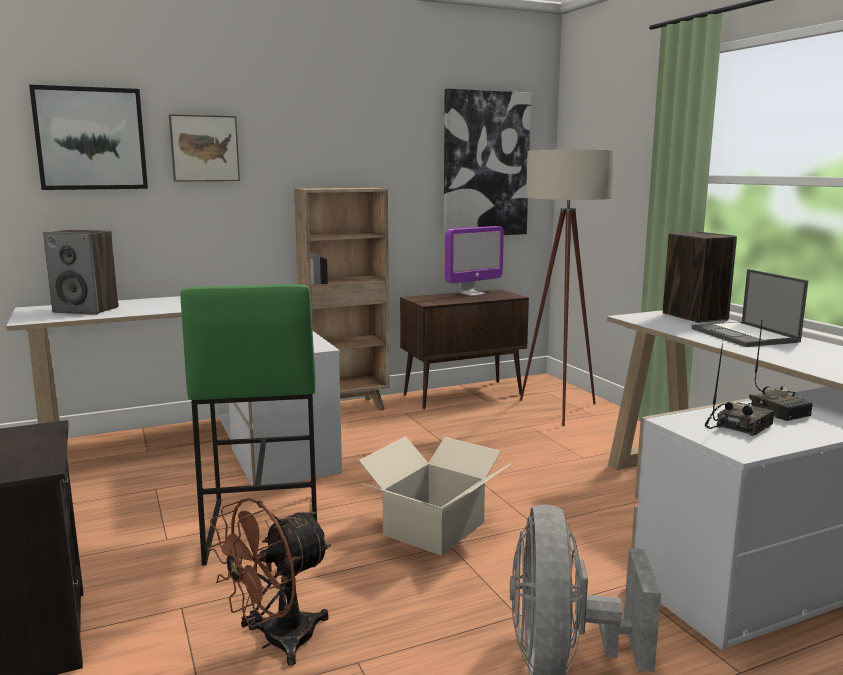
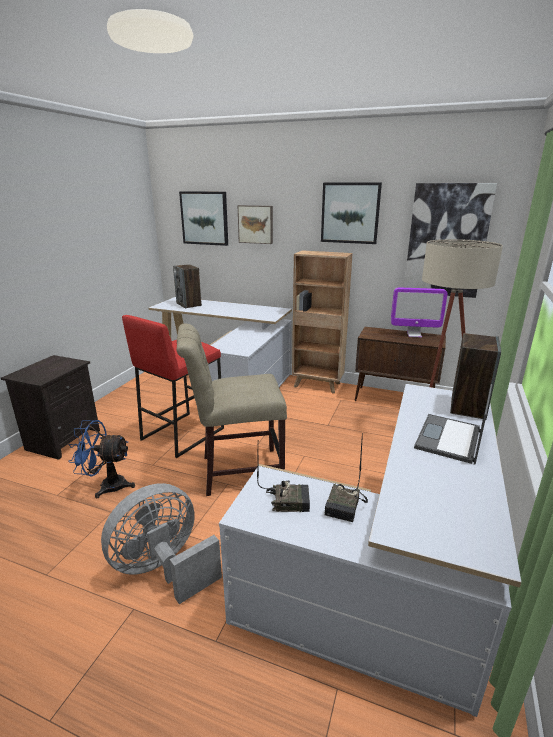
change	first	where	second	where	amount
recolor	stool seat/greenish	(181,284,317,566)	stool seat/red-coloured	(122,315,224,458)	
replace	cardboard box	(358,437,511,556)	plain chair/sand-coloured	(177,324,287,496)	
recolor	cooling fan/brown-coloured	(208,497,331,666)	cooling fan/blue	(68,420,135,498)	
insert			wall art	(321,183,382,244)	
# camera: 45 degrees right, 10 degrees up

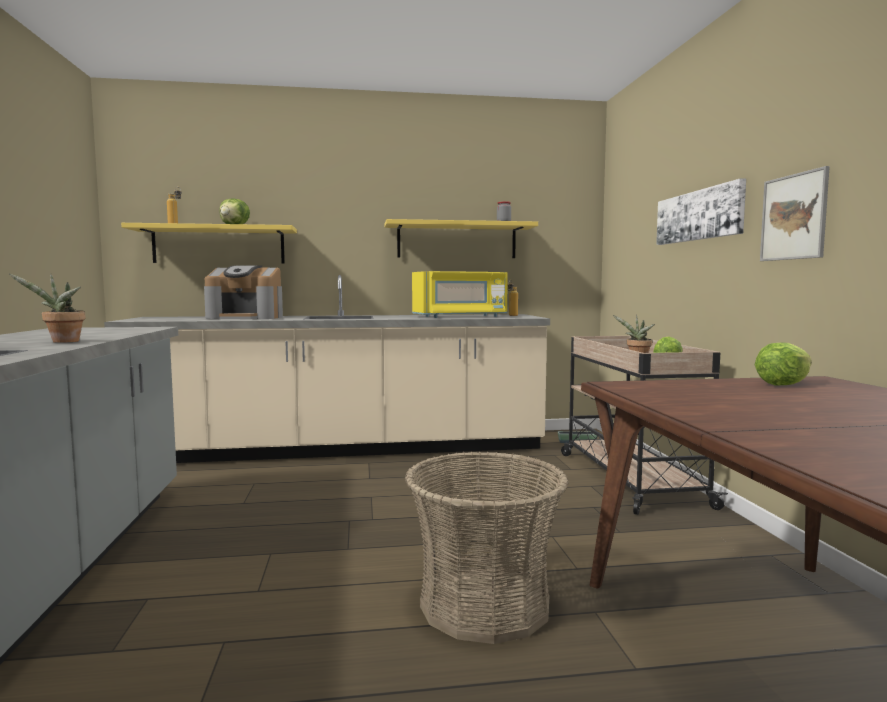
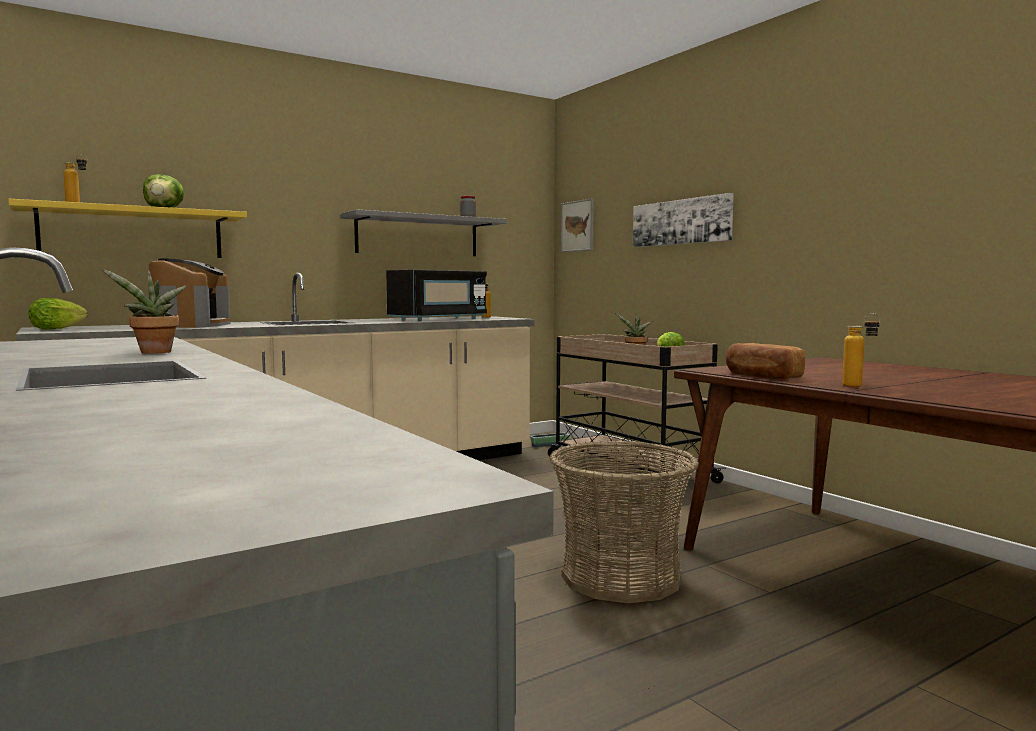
change	first	where	second	where	amount
move	wall art	(760,166,830,261)		(561,198,594,252)	
recolor	wall shelf/yellow	(385,219,538,258)	wall shelf/gray	(340,209,507,256)	
rotate	coffee maker	(204,265,283,319)		(148,259,231,328)	75 degrees counterclockwise
recolor	microwave/yellow	(412,271,508,318)	microwave/black-coloured	(386,270,487,321)	
move	lettuce head	(755,343,812,386)		(28,298,88,330)	
insert			drink bottle	(842,313,880,387)	
insert			bread	(726,343,805,380)	
# camera: 25 degrees left, 0 degrees up

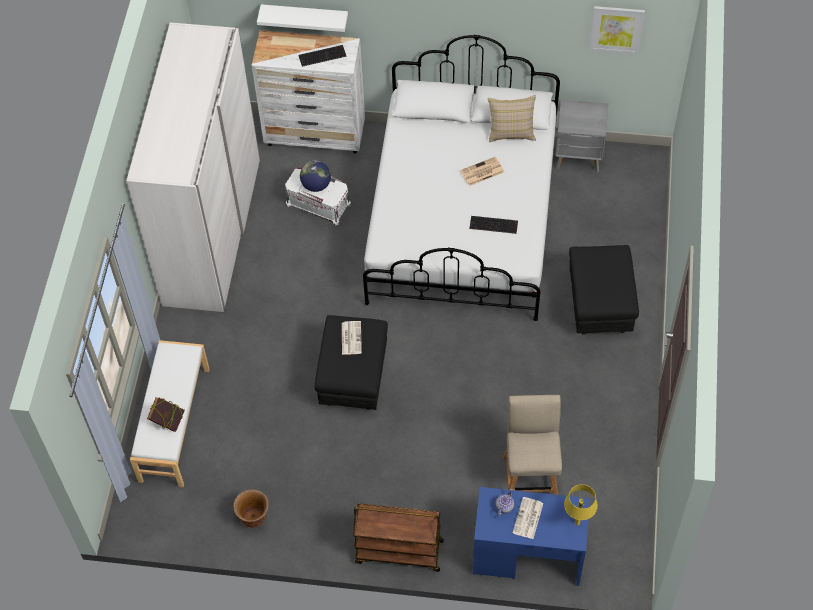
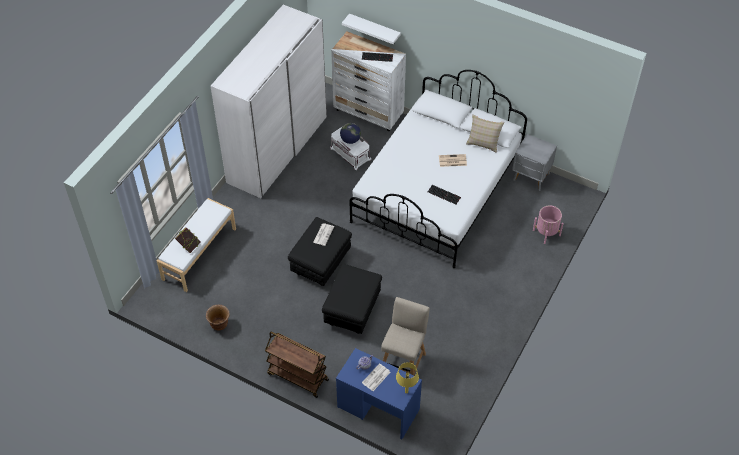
change	first	where	second	where	amount
delete	wall art	(589,6,645,54)			
move	pouffe/black-coloured	(569,245,639,335)		(322,263,382,334)	
insert			planter/pink	(533,205,564,244)	
# camera: 20 degrees right, 5 degrees down

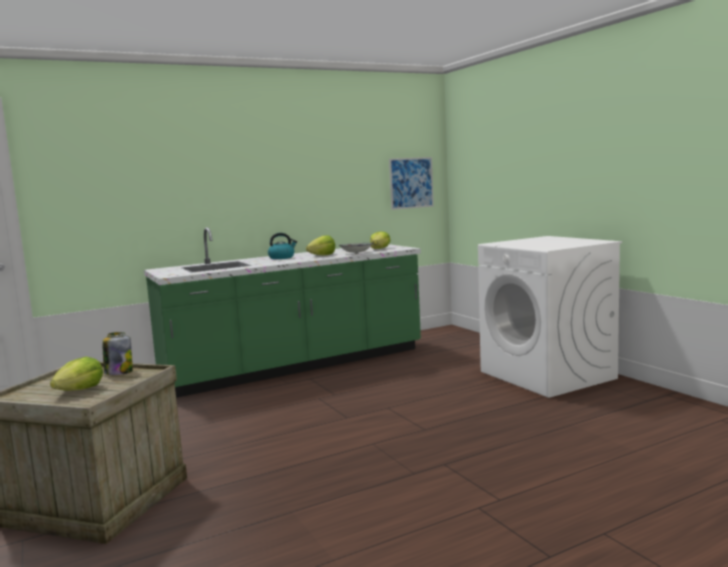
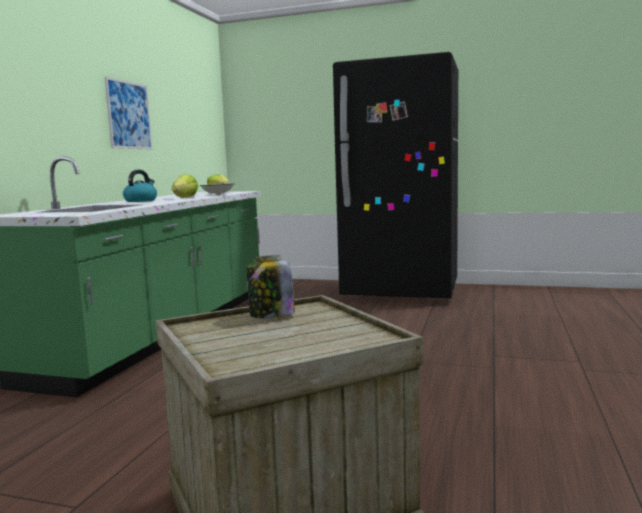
change	first	where	second	where	amount
move	wall art	(389,157,434,210)		(105,77,152,149)	
replace	laundry machine/white	(478,236,622,398)	fridge/black-coloured	(333,52,458,299)	
delete	lettuce head	(50,357,103,391)			
# camera: 45 degrees left, 0 degrees up

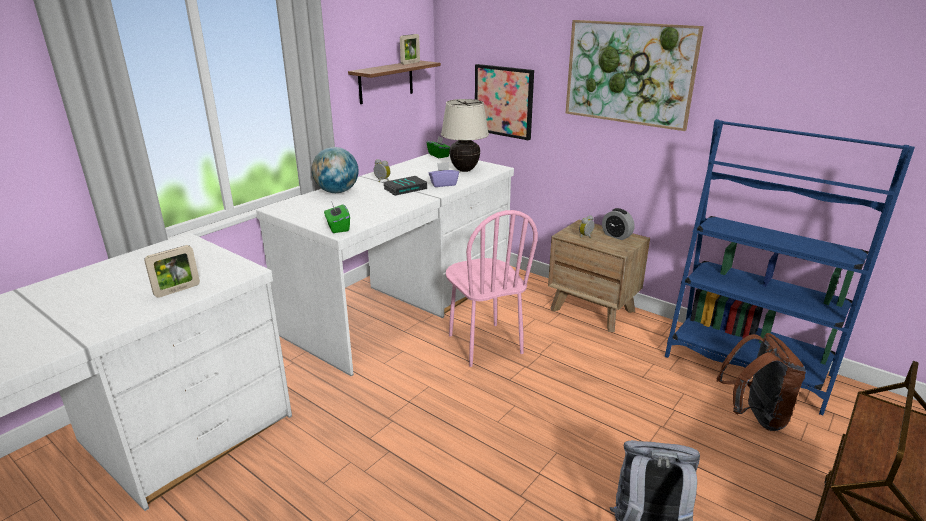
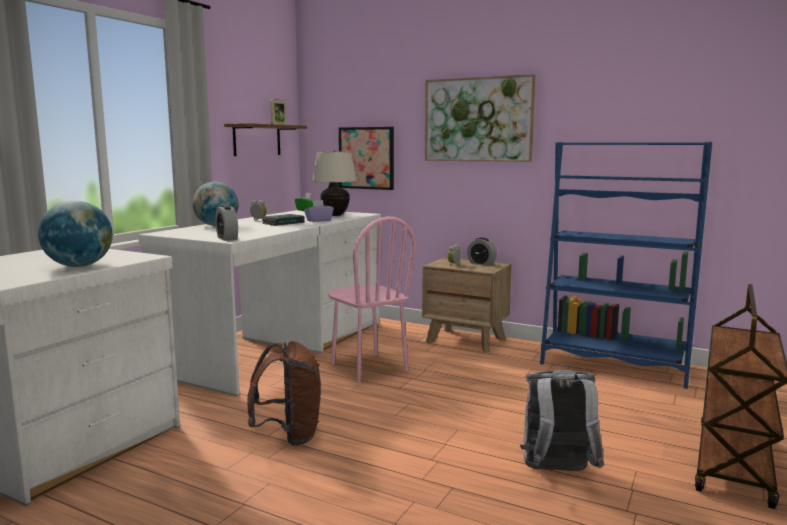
change	first	where	second	where	amount
replace	tissue holder/greenish	(324,201,350,233)	alarm clock	(215,205,238,241)	
replace	picture frame	(144,245,200,298)	world globe	(38,201,113,267)	
move	rucksack/brown-coloured	(717,333,806,431)		(247,341,321,446)	
# camera: 10 degrees left, 15 degrees down

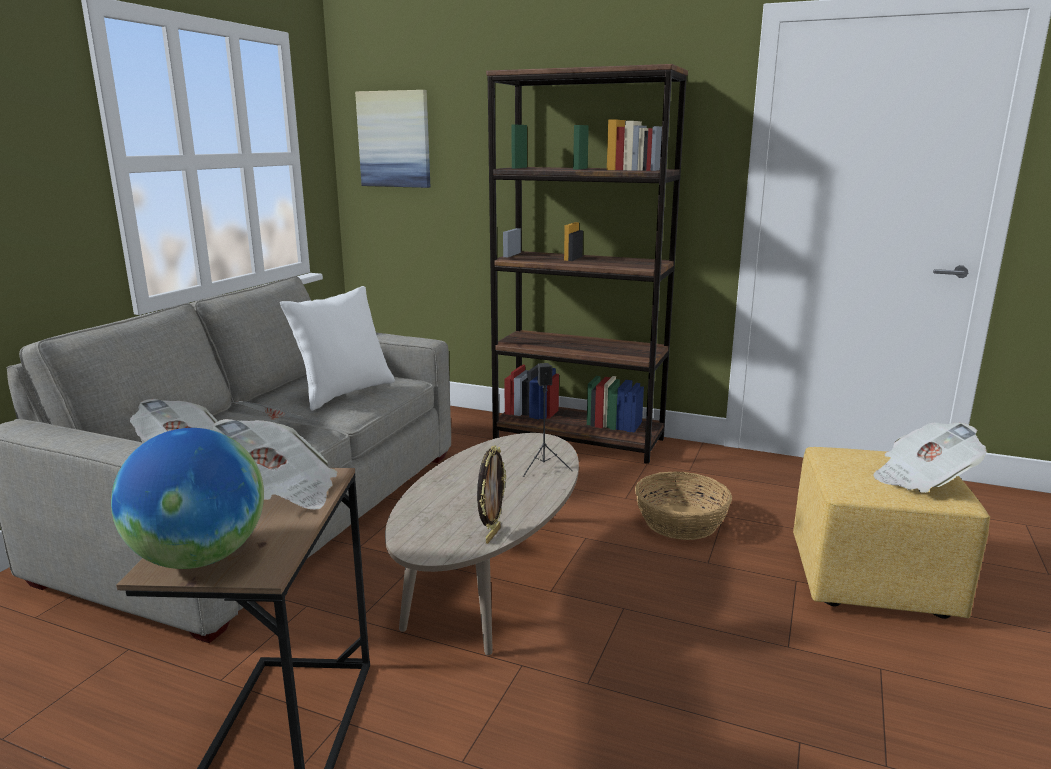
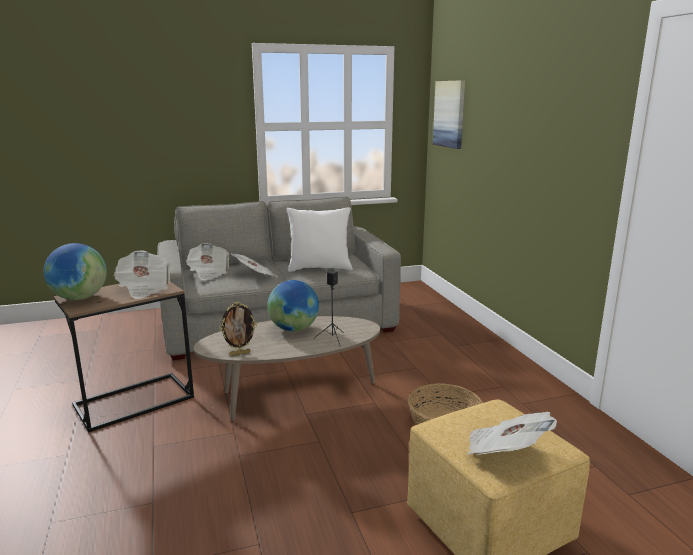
change	first	where	second	where	amount
delete	bookcase/brown-coloured	(486,64,688,464)			
insert			world globe	(267,280,319,332)	
# camera: 50 degrees right, 0 degrees up

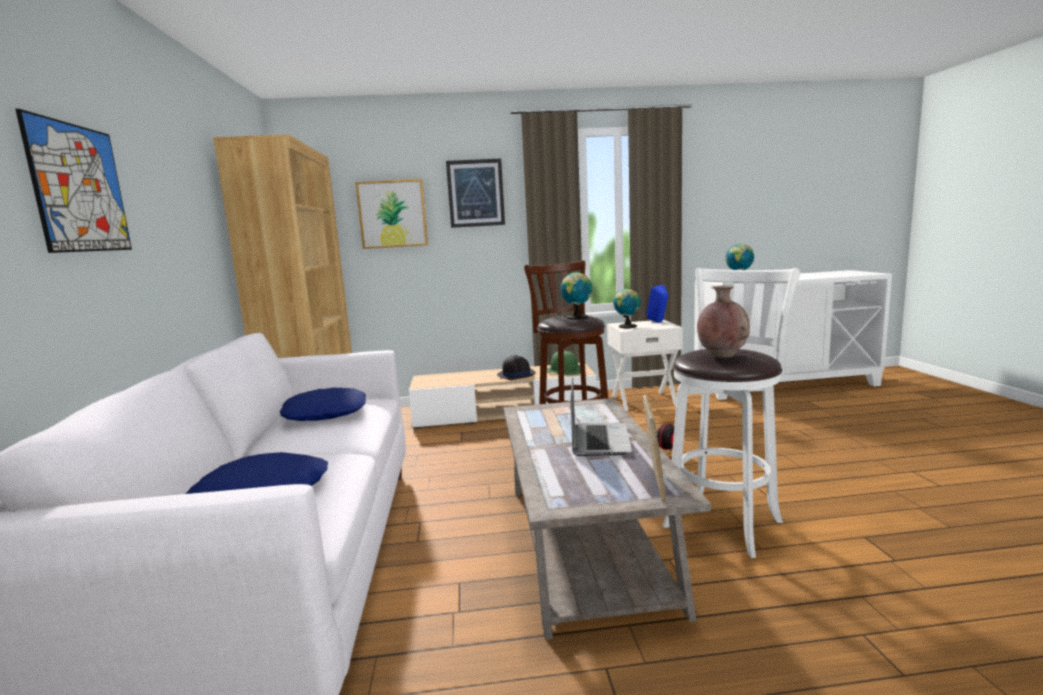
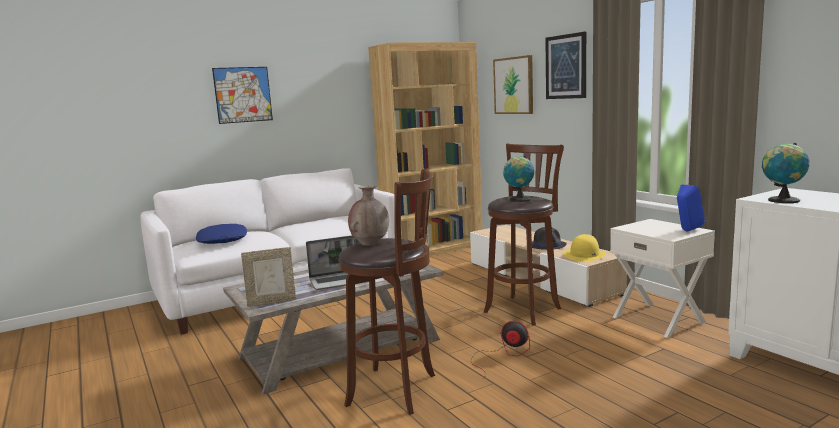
change	first	where	second	where	amount
recolor	stool seat/white	(662,268,800,558)	stool seat/brown-coloured	(338,169,435,415)	
delete	world globe	(613,288,641,328)			
recolor	hat/greenish	(547,351,581,375)	hat/yellow	(564,234,606,261)	
delete	throw pillow/blue	(280,388,366,421)			
# camera: 65 degrees right, 0 degrees up

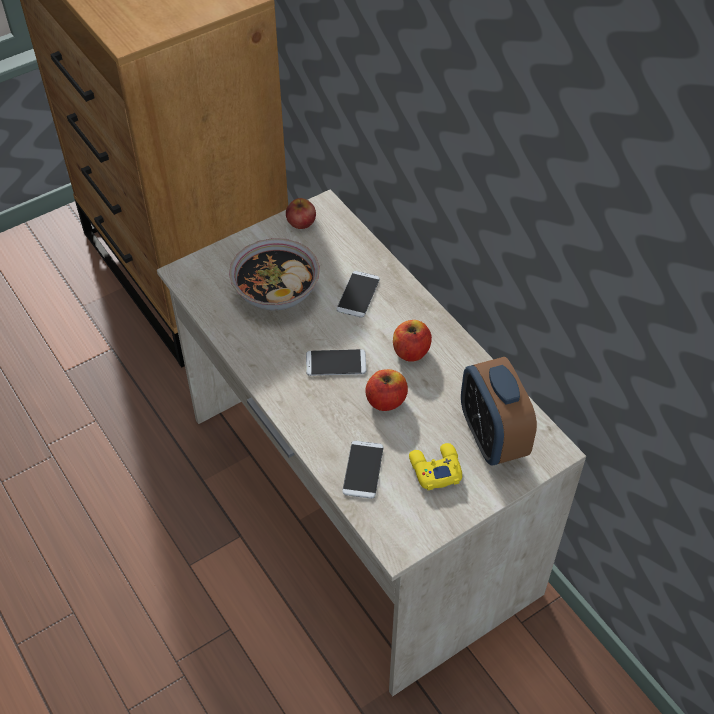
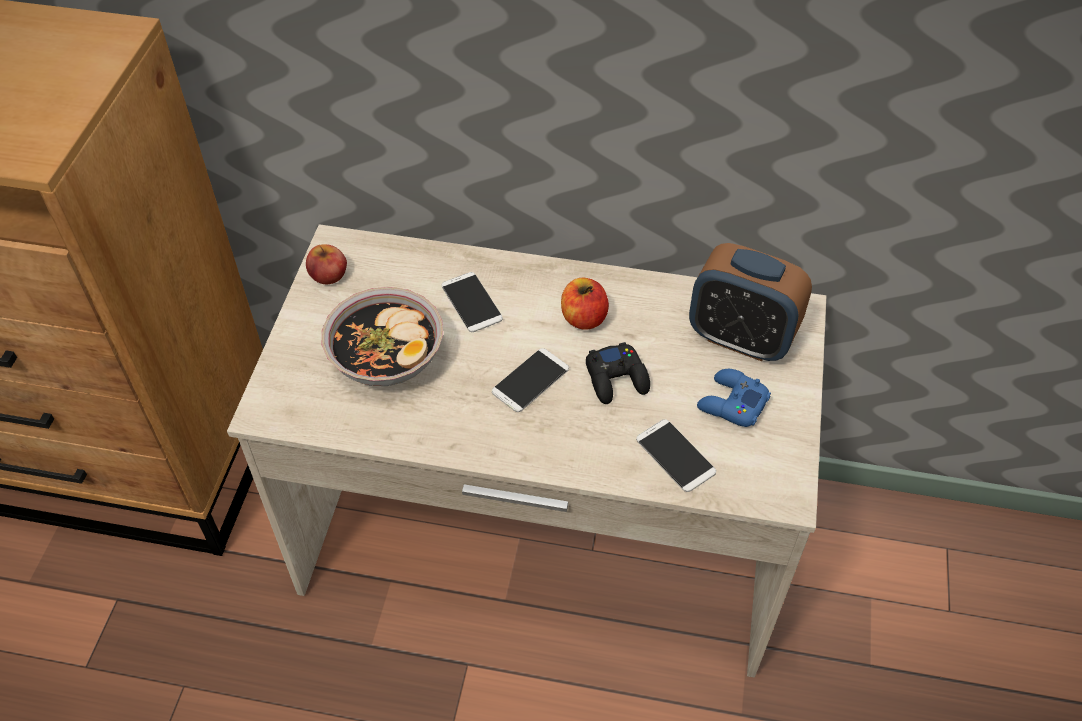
change	first	where	second	where	amount
replace	whole apple	(365,369,408,411)	game controller/black-coloured	(586,342,650,404)	
recolor	game controller/yellow	(409,443,462,490)	game controller/blue	(697,369,771,427)	
# camera: 45 degrees left, 0 degrees up

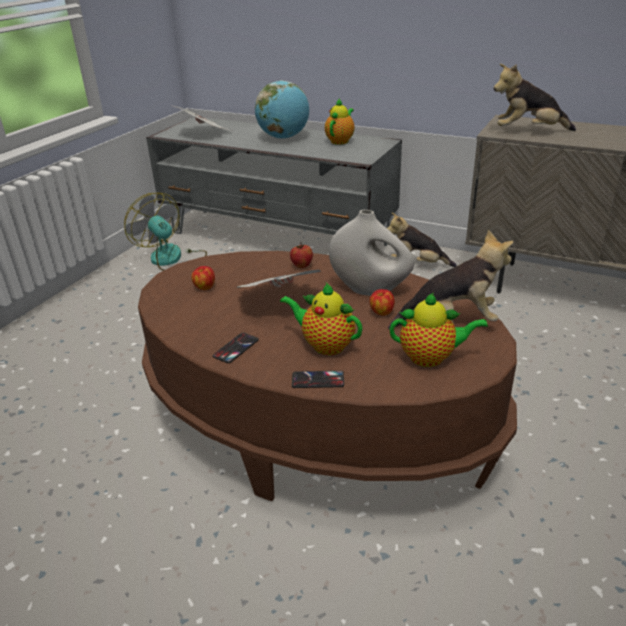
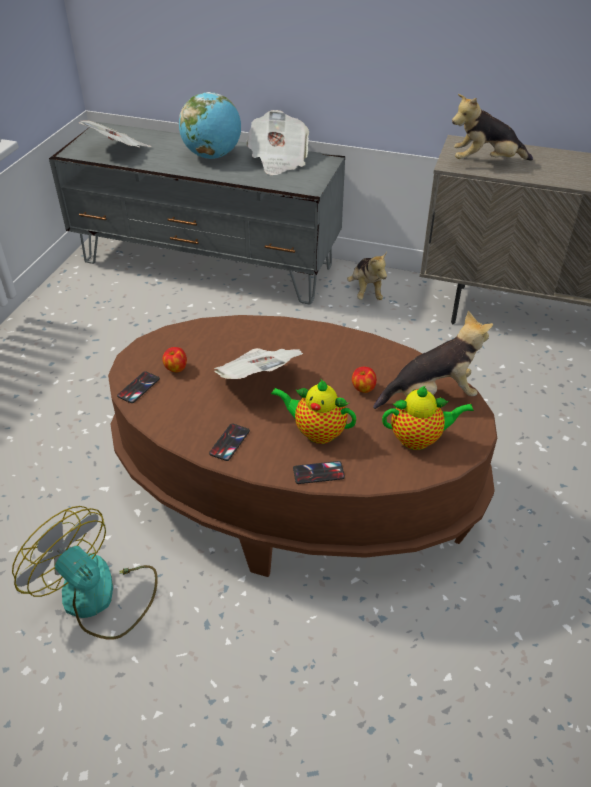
change	first	where	second	where	amount
replace	teapot	(325,98,355,145)	newspaper	(246,110,309,175)	
move	cooling fan	(124,193,207,271)		(12,506,158,640)	
delete	vase/white	(329,210,414,296)			
rotate	cuddly toy	(387,212,457,267)		(347,252,387,300)	105 degrees counterclockwise
delete	whole apple	(290,242,313,268)			
insert			telephone	(117,371,160,403)	
# camera: 10 degrees left, 10 degrees up

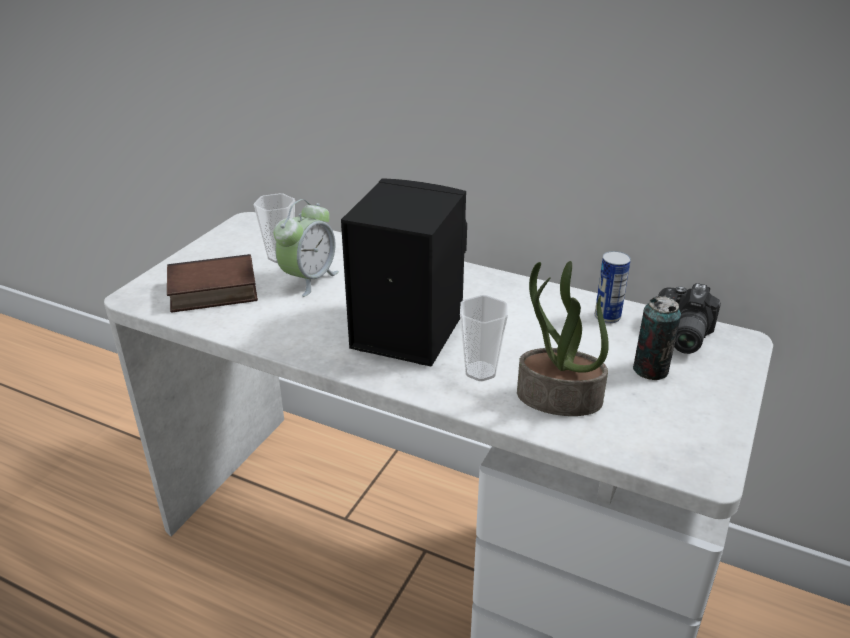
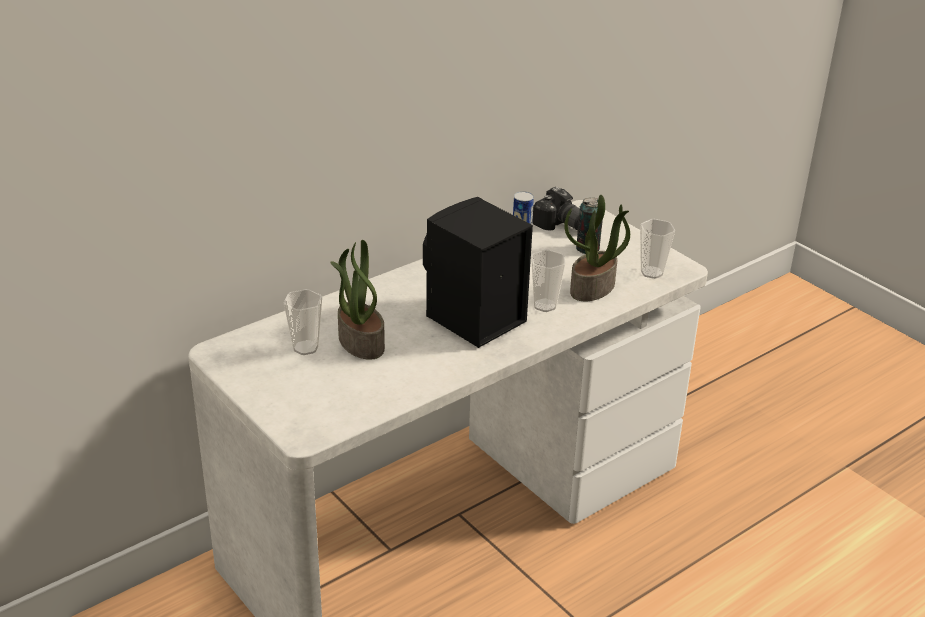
change	first	where	second	where	amount
replace	alarm clock	(274,199,339,297)	houseplant	(330,240,385,360)	
delete	bound book	(167,254,258,313)			
insert			cup	(640,219,675,279)	
# camera: 65 degrees left, 0 degrees up

